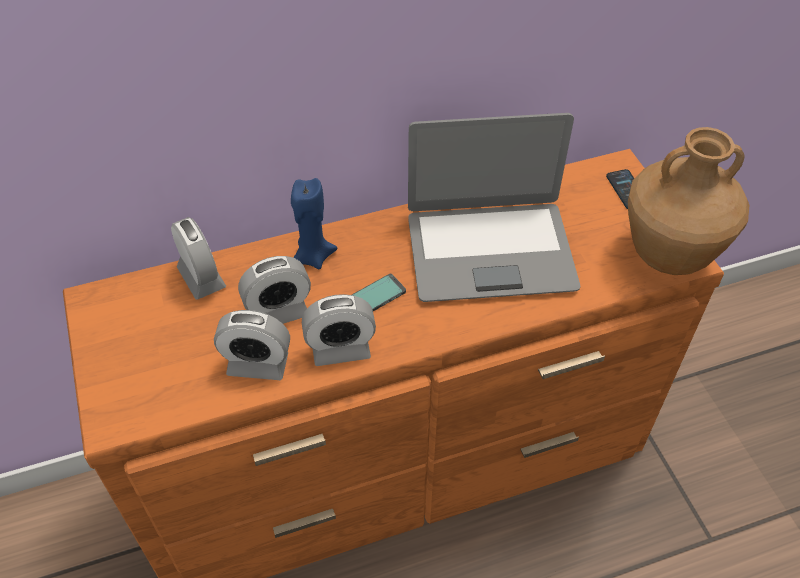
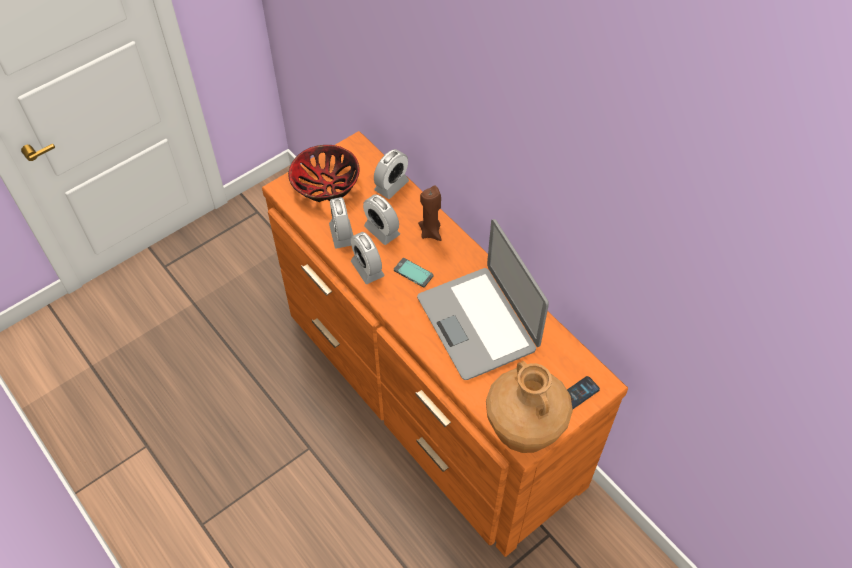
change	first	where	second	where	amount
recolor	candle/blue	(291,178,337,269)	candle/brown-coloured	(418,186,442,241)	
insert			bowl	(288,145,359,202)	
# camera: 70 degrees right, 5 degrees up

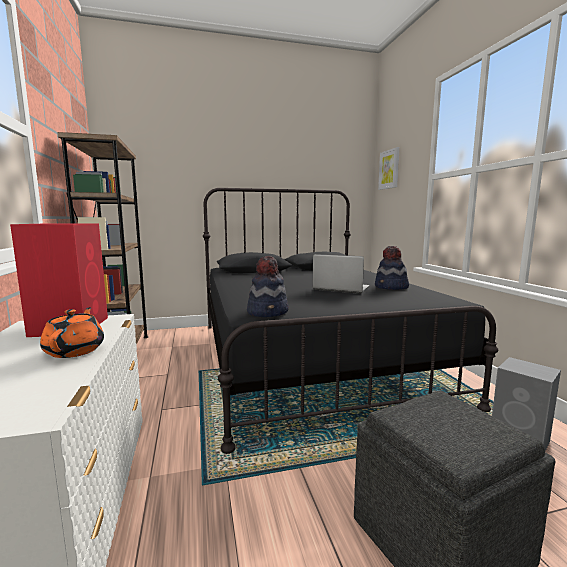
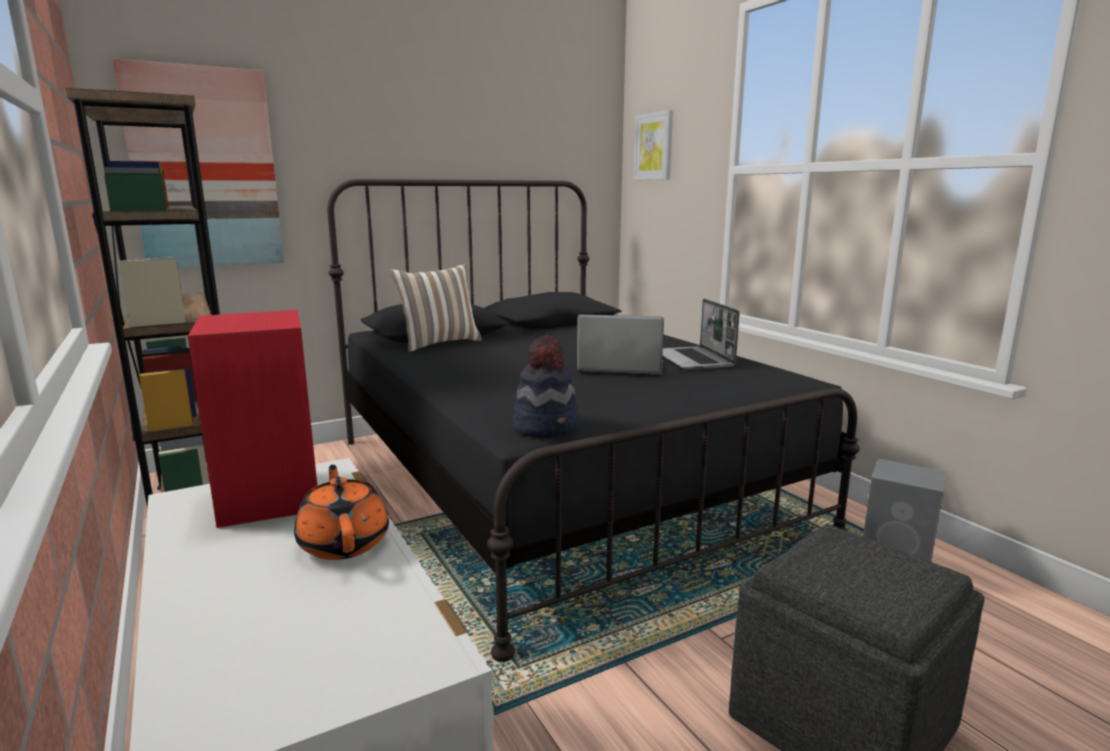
change	first	where	second	where	amount
replace	hat	(375,246,409,290)	notebook computer	(663,299,740,370)	
insert			wall art	(113,58,284,268)	
insert			throw pillow	(390,264,482,352)	
# camera: 15 degrees left, 5 degrees up

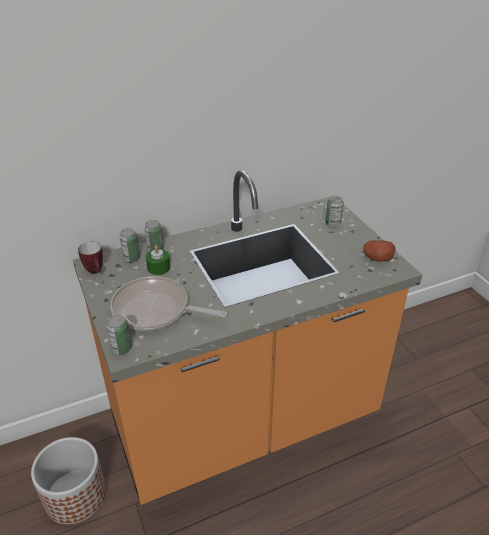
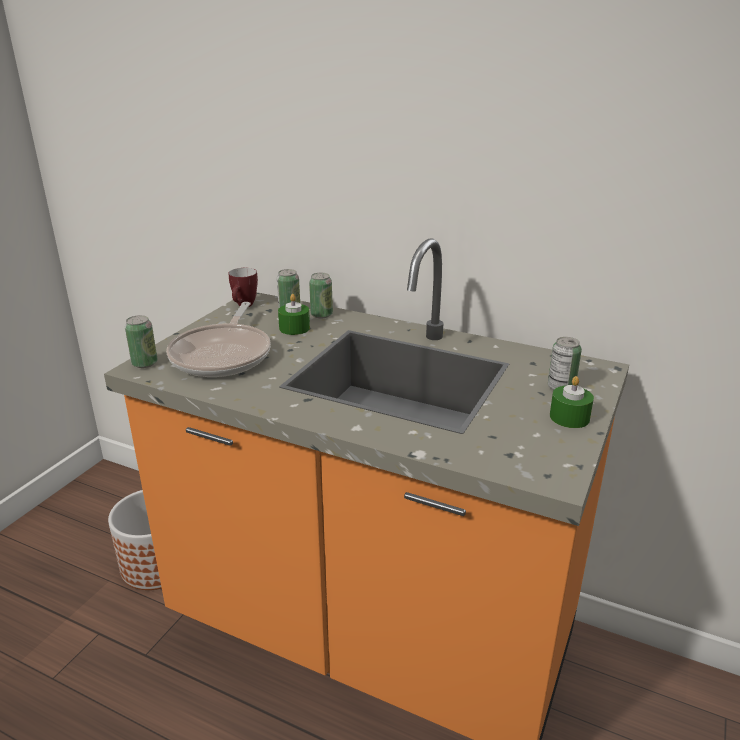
change	first	where	second	where	amount
delete	potato	(363,240,396,262)			
rotate	frying pan	(110,276,227,331)		(166,302,271,377)	150 degrees counterclockwise
insert			candle/greenish	(550,376,594,428)	
# camera: 50 degrees right, 10 degrees down

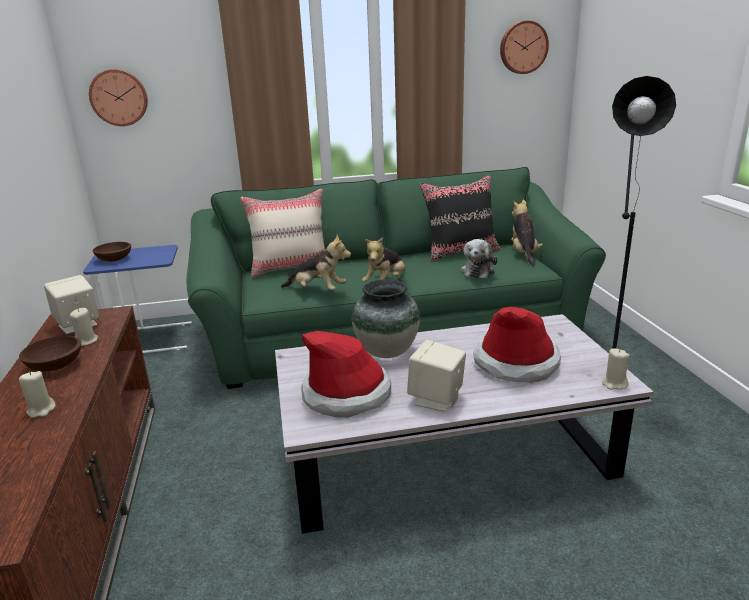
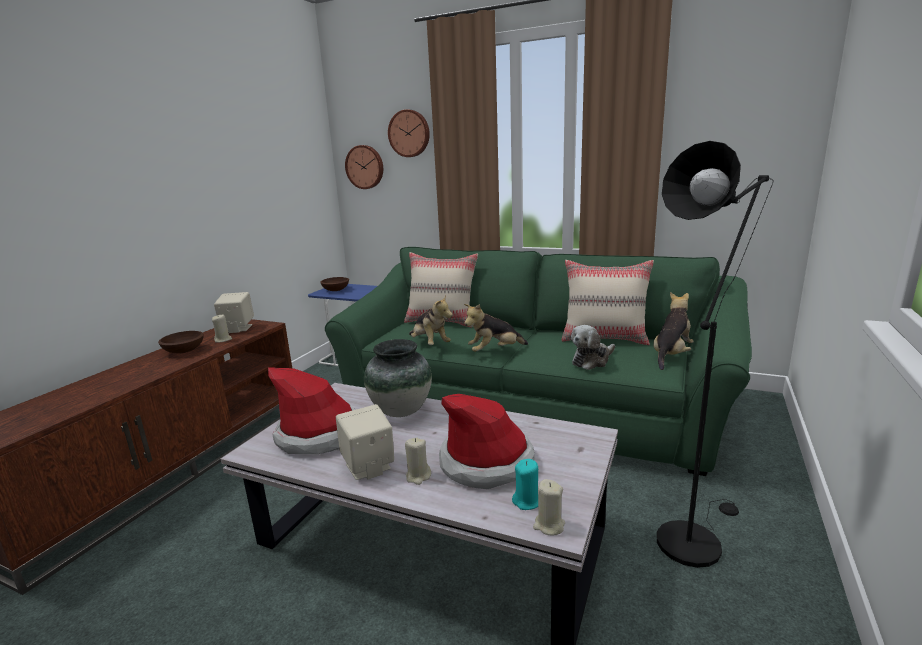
change	first	where	second	where	amount
move	clock on the wall	(500,21,549,74)		(388,109,430,157)	
recolor	throw pillow/black-coloured	(420,175,501,261)	throw pillow/sand-coloured	(562,260,654,345)	
move	candle/sand-coloured	(19,371,56,418)		(405,438,431,485)	
insert			candle/blue-green	(512,459,538,510)	
# camera: 35 degrees right, 5 degrees down

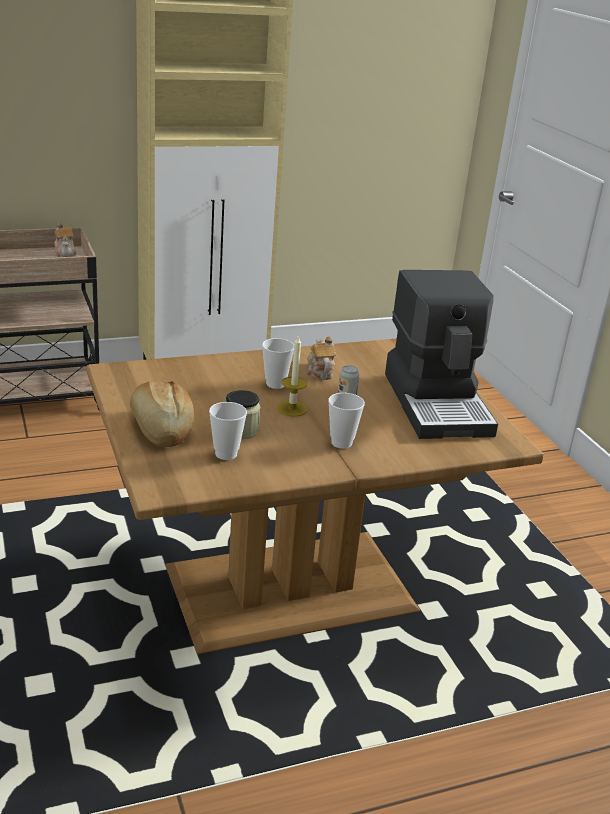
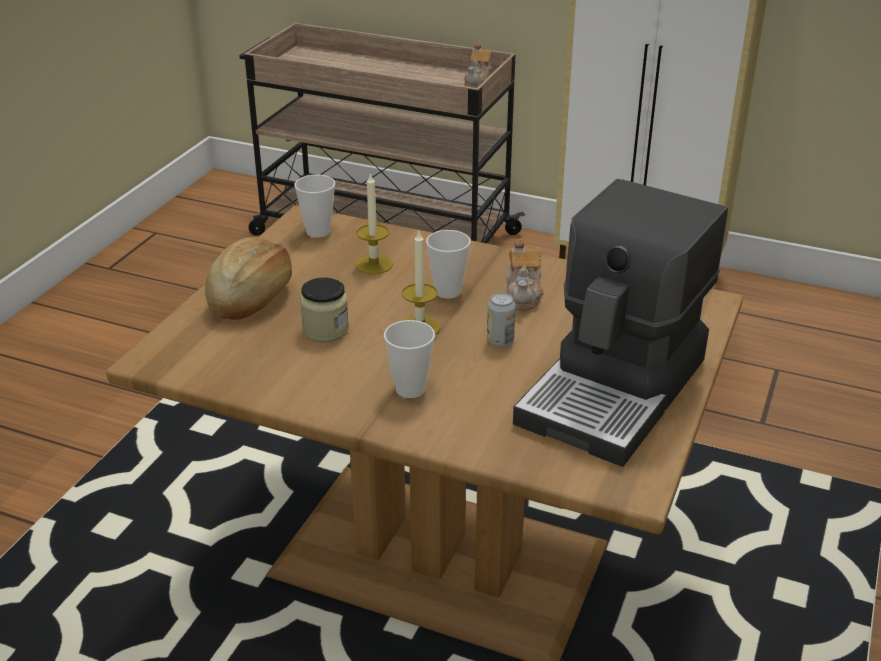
change	first	where	second	where	amount
rotate	teapot	(306,336,336,380)		(507,239,543,310)	150 degrees clockwise
move	cup	(209,402,247,460)		(294,175,335,238)	
insert			candle	(355,172,393,274)	
# camera: 45 degrees right, 5 degrees up

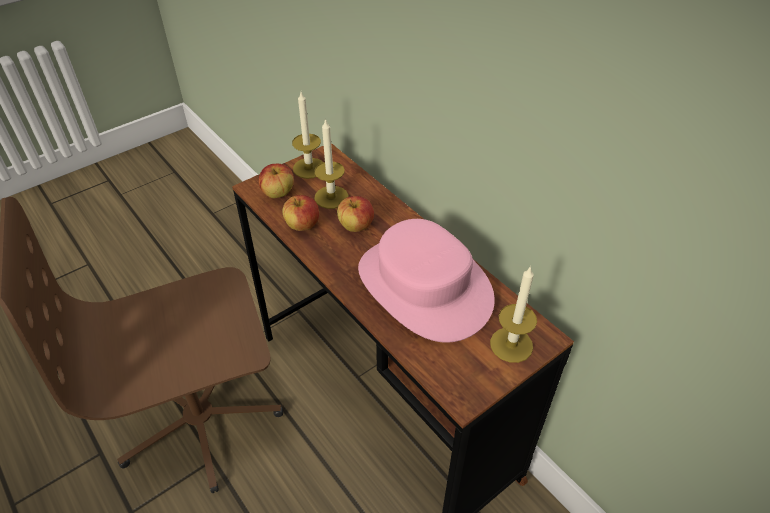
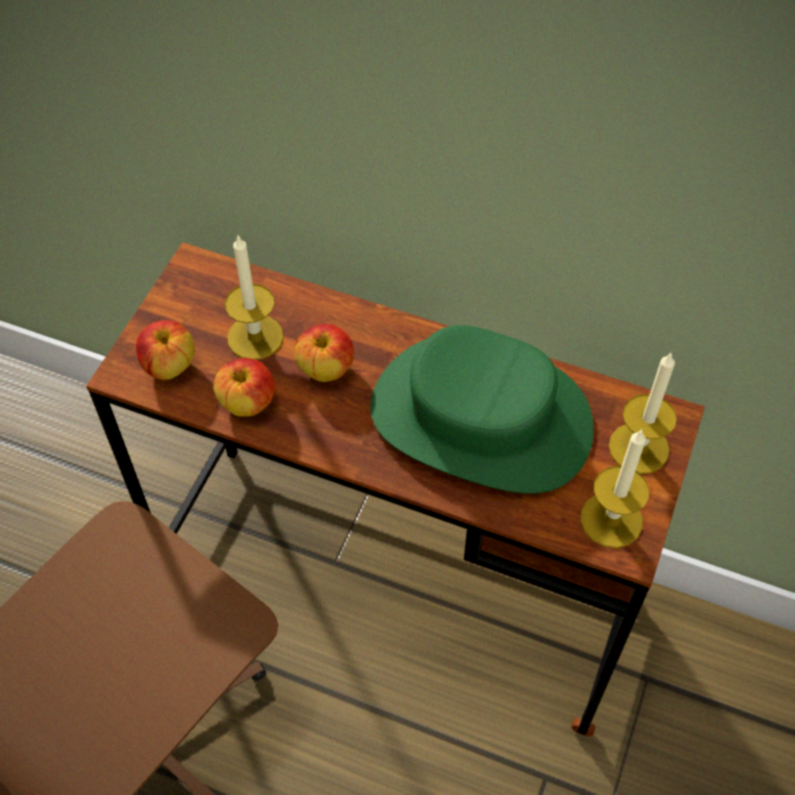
change	first	where	second	where	amount
move	candle	(292,92,323,179)		(580,429,649,548)	
recolor	hat/pink	(358,219,495,343)	hat/greenish	(370,325,594,494)	
# camera: 30 degrees left, 10 degrees up

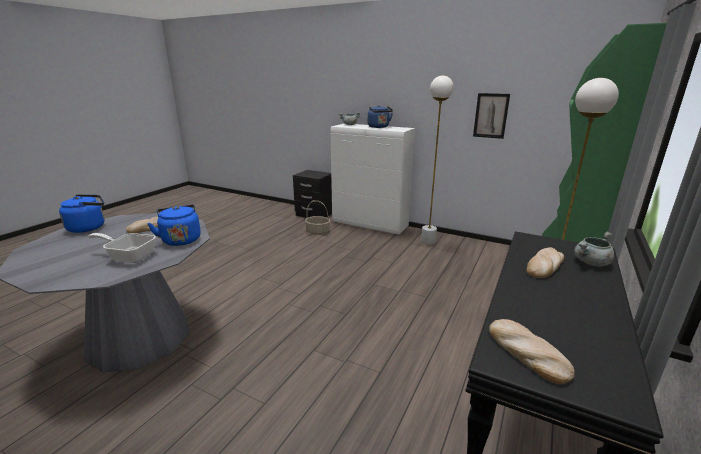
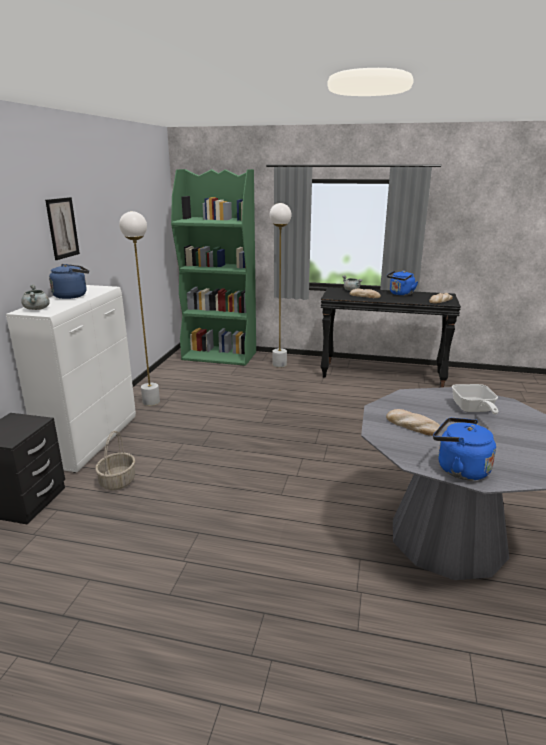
change	first	where	second	where	amount
move	wall art	(473,93,510,139)		(45,197,80,260)	
move	kettle/blue	(147,205,201,246)		(387,271,418,296)	
# camera: 105 degrees left, 0 degrees up

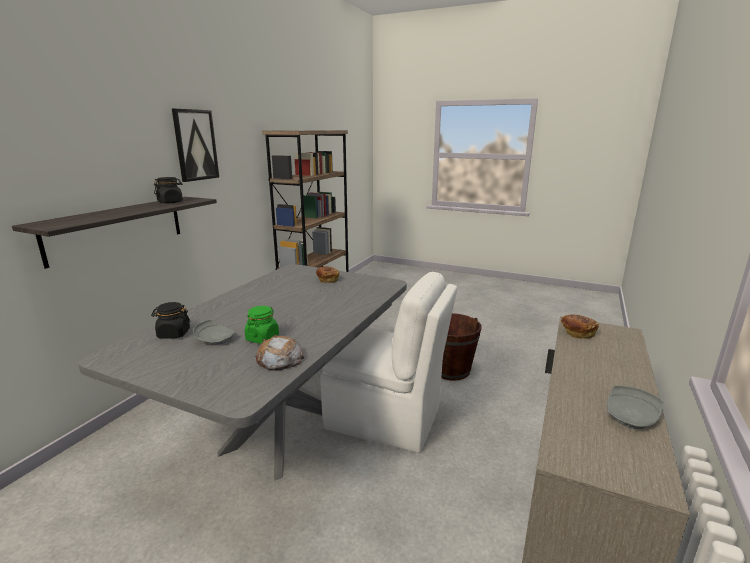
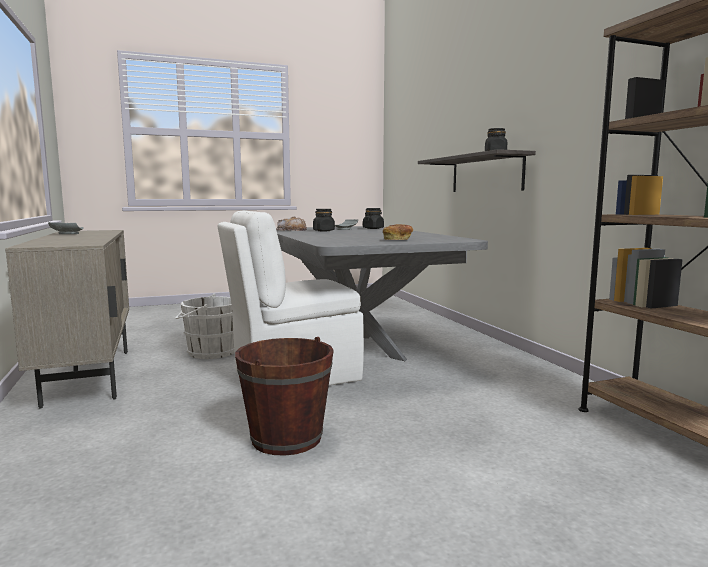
change	first	where	second	where	amount
delete	wall art	(172,109,219,182)			
recolor	jar/greenish	(245,306,279,344)	jar/black-coloured	(313,209,335,231)	
delete	bread	(561,315,599,338)			
insert			pail/white	(175,294,234,359)	
# camera: 135 degrees right, 10 degrees down

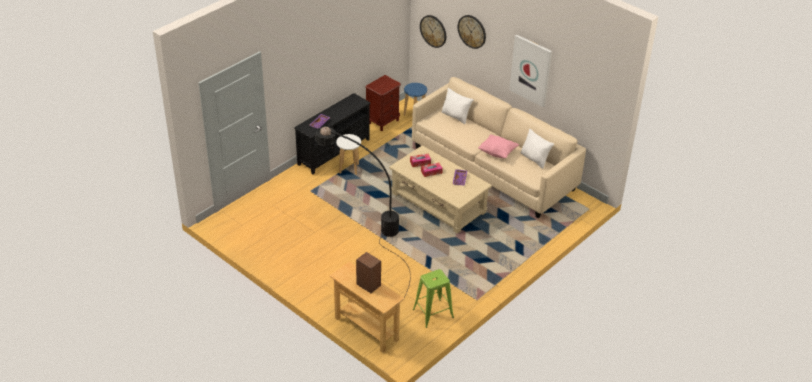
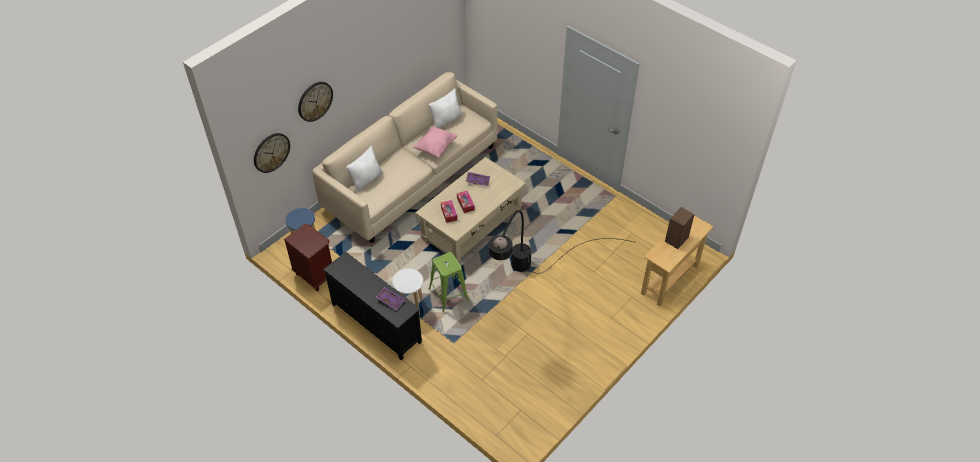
change	first	where	second	where	amount
delete	wall art	(510,35,552,107)			
move	stool seat/greenish	(413,269,454,328)		(429,252,469,312)	
# camera: 90 degrees left, 10 degrees up

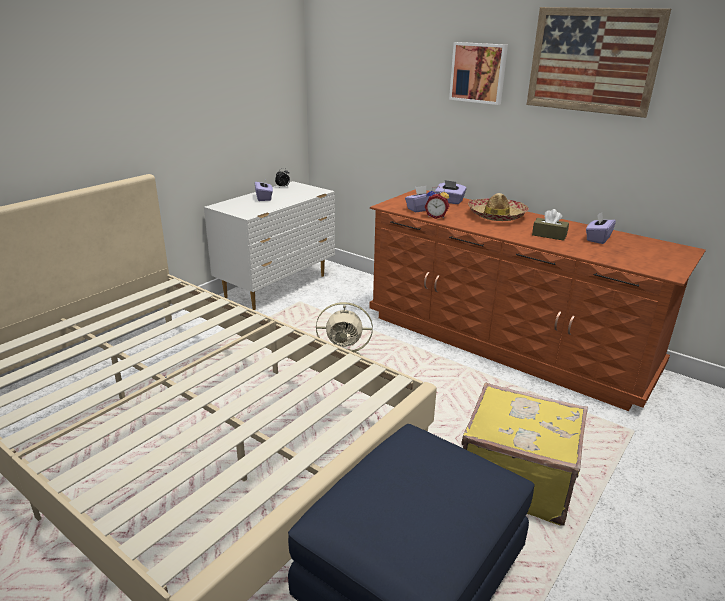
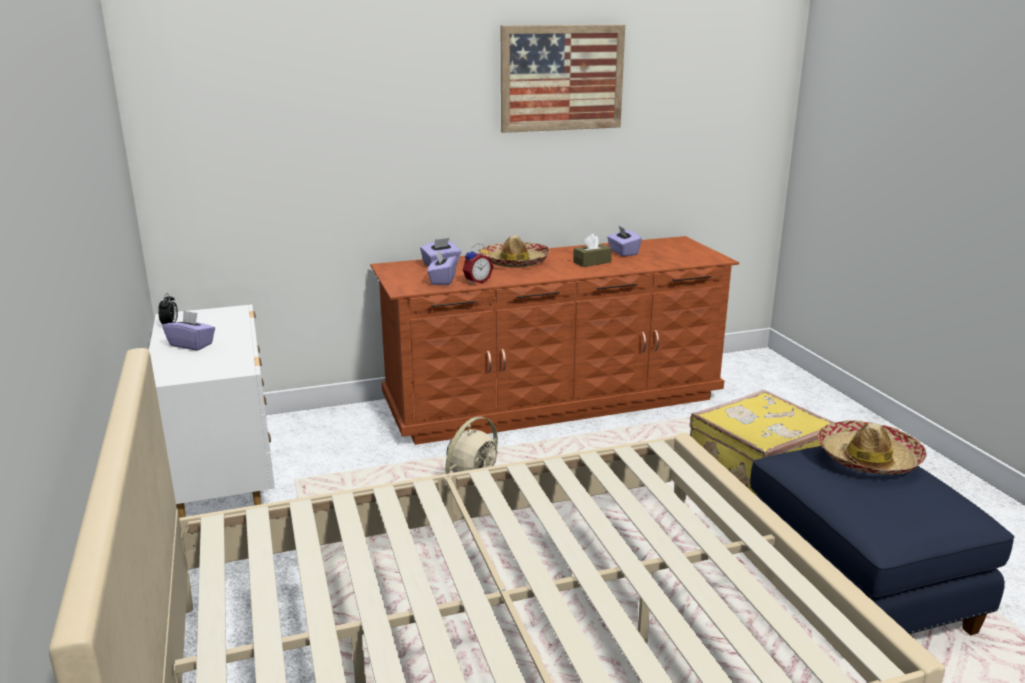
change	first	where	second	where	amount
delete	wall art	(449,42,508,105)			
insert			hat	(817,420,927,474)	
# camera: 55 degrees left, 5 degrees down

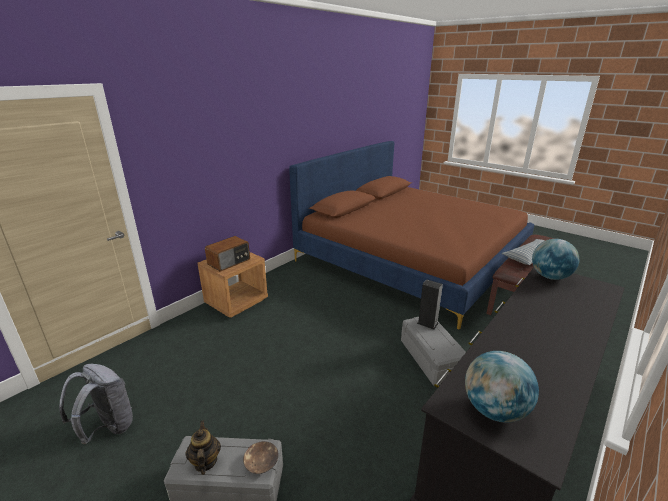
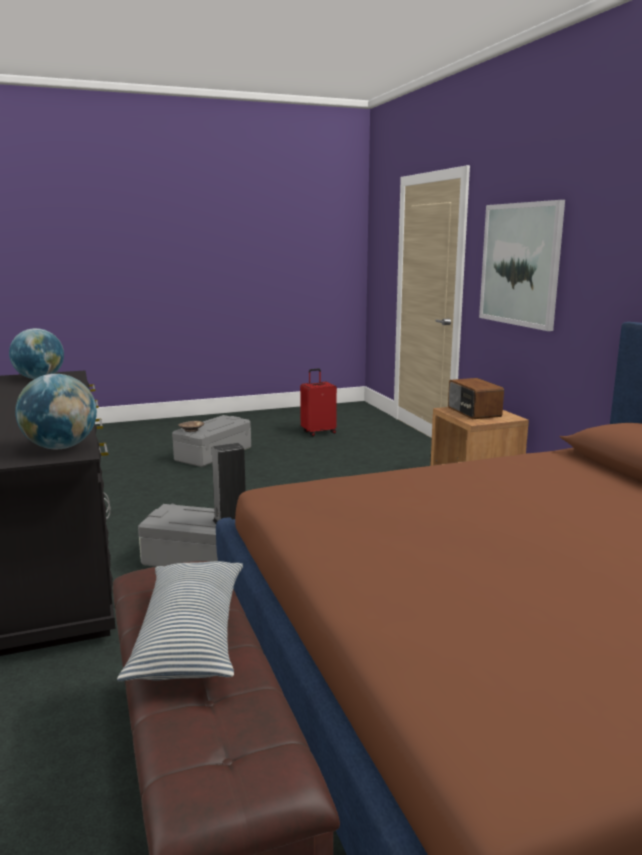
change	first	where	second	where	amount
replace	rucksack/gray	(59,364,133,444)	piece of luggage/red-coloured	(300,369,337,436)	
delete	teapot	(185,421,221,475)			
insert			wall art	(479,200,565,331)	
# camera: 120 degrees right, 10 degrees down

